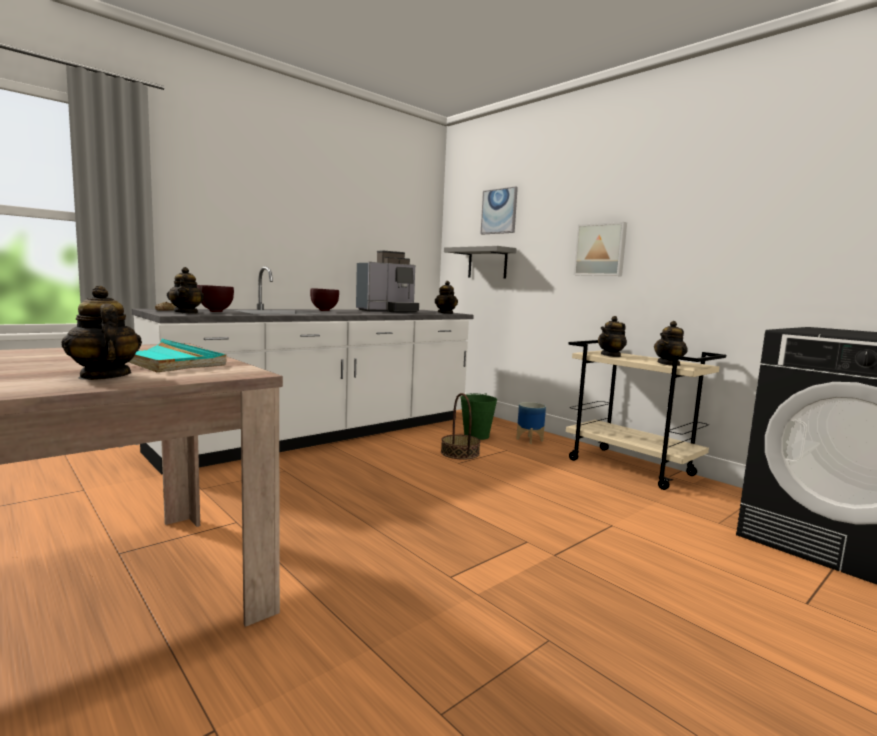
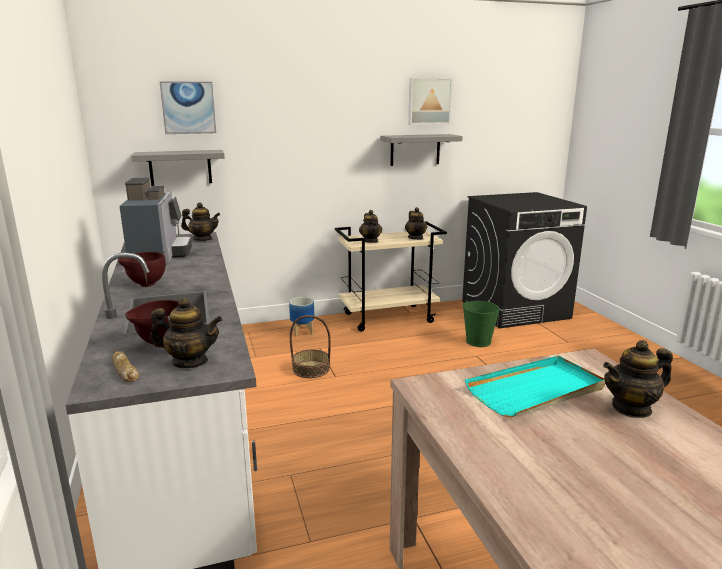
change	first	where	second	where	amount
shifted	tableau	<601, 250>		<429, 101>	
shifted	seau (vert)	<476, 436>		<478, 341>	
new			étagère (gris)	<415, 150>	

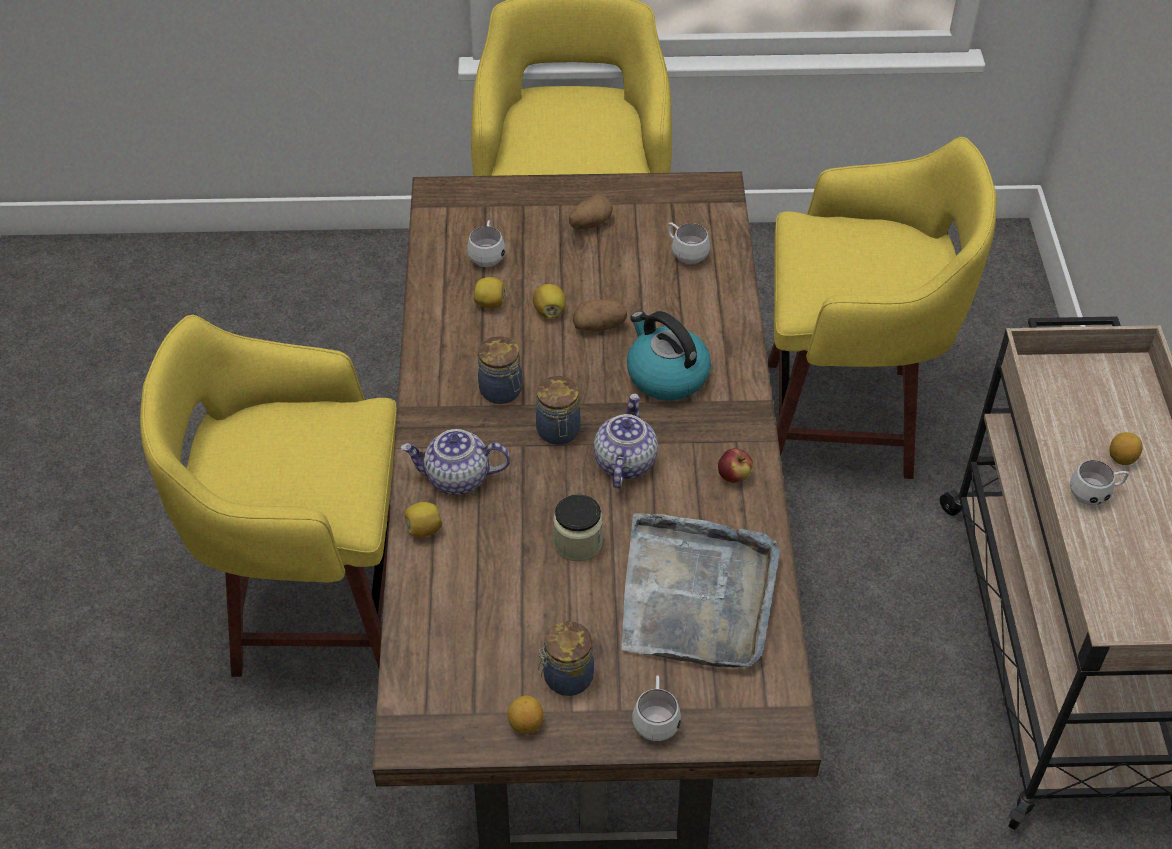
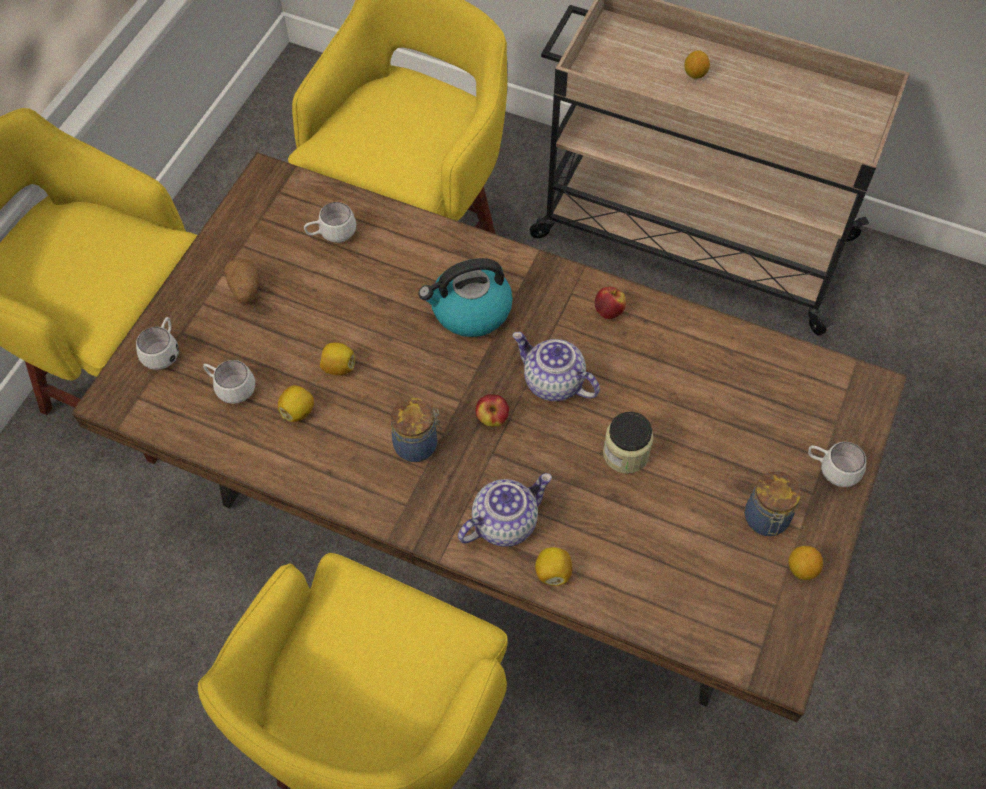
change	first	where	second	where	amount
gone	pomme de terre	<599, 326>			
swapped	bocal	<558, 432>	pomme	<492, 418>	
rotated	théière	<457, 478>		<504, 522>	150 degrees counterclockwise
shifted	mug (blanc)	<1095, 494>		<164, 352>	
gone	plateau (gris)	<697, 596>			

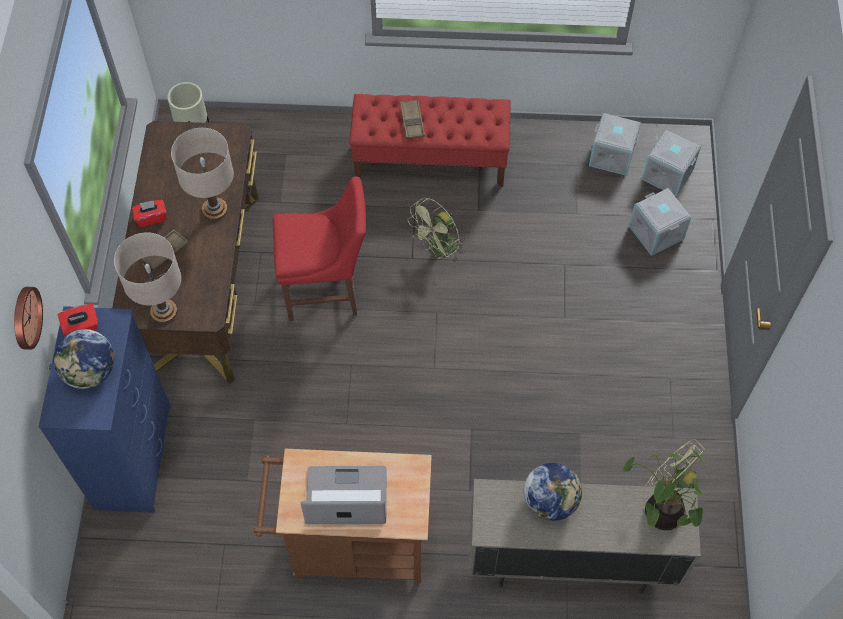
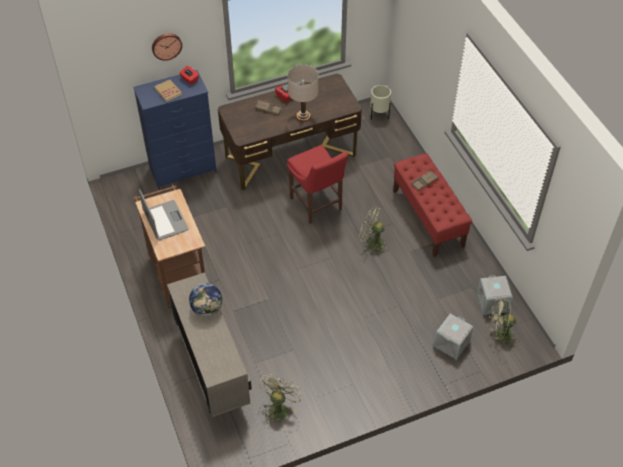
change	first	where	second	where	amount
swapped	boîte de rangement (gris)	<668, 173>	ventilateur (vert)	<499, 336>	
gone	lampe de table (beige)	<163, 312>			
swapped	globe	<91, 372>	livre	<168, 91>	
gone	plante en pot	<659, 512>			

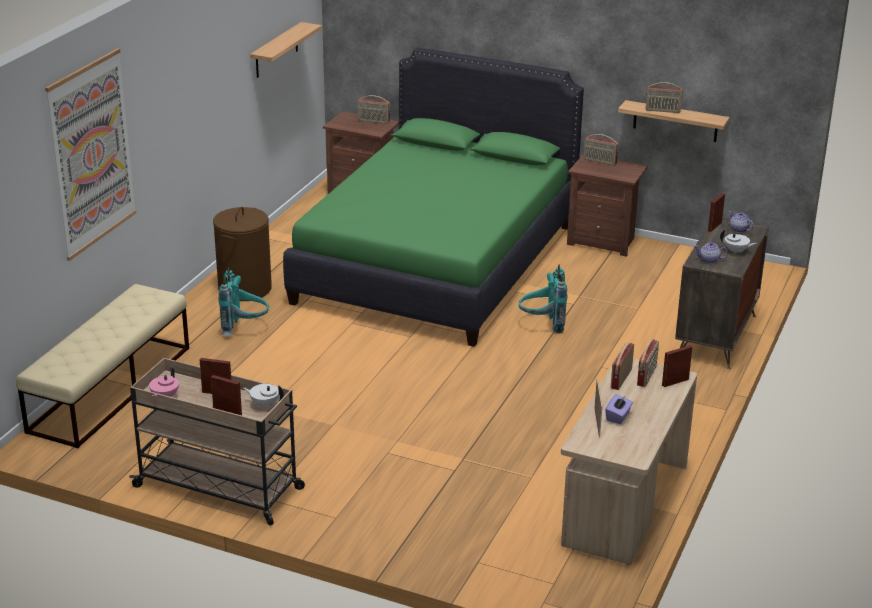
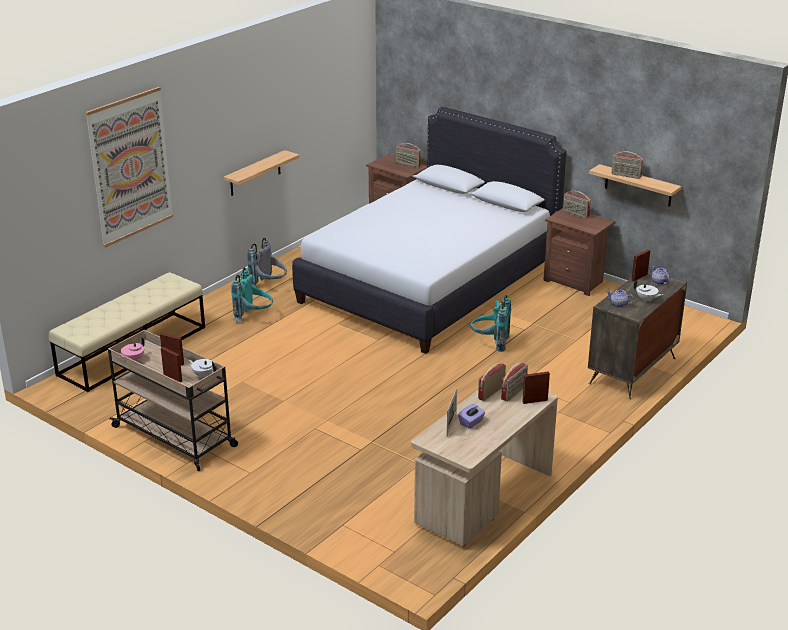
change	first	where	second	where	amount
shifted	étagère	<276, 50>		<255, 173>	
repainted	lit (vert)	<436, 263>	lit (blanc)	<428, 283>	
swapped	panier à linge (marron)	<244, 288>	sac à dos (gris)	<269, 286>	

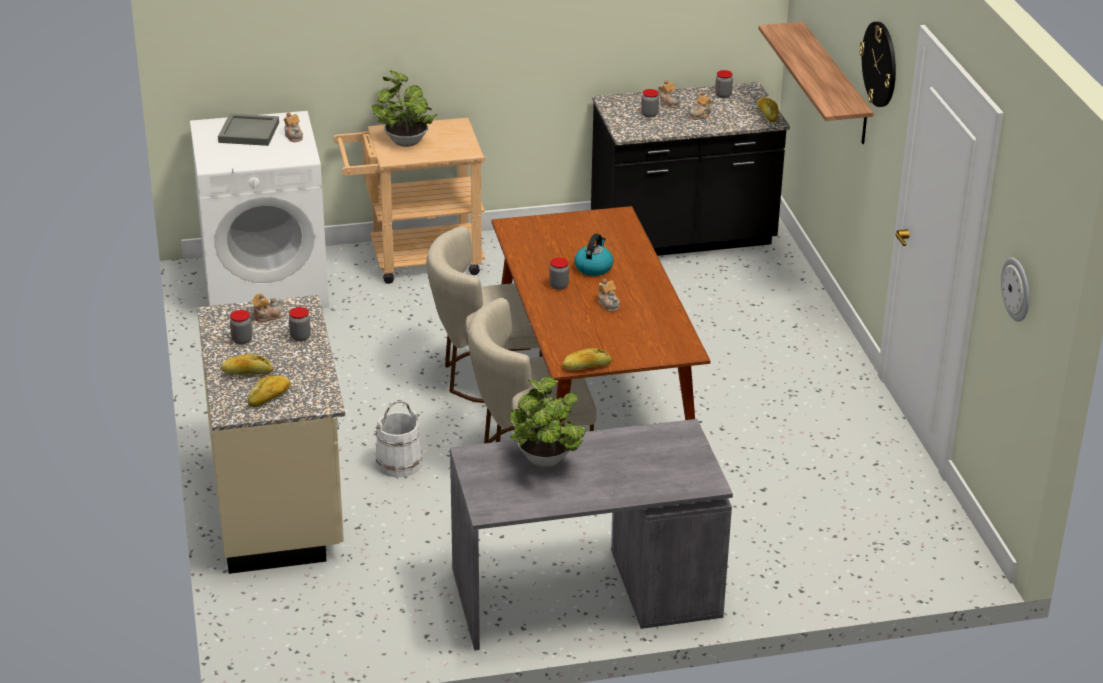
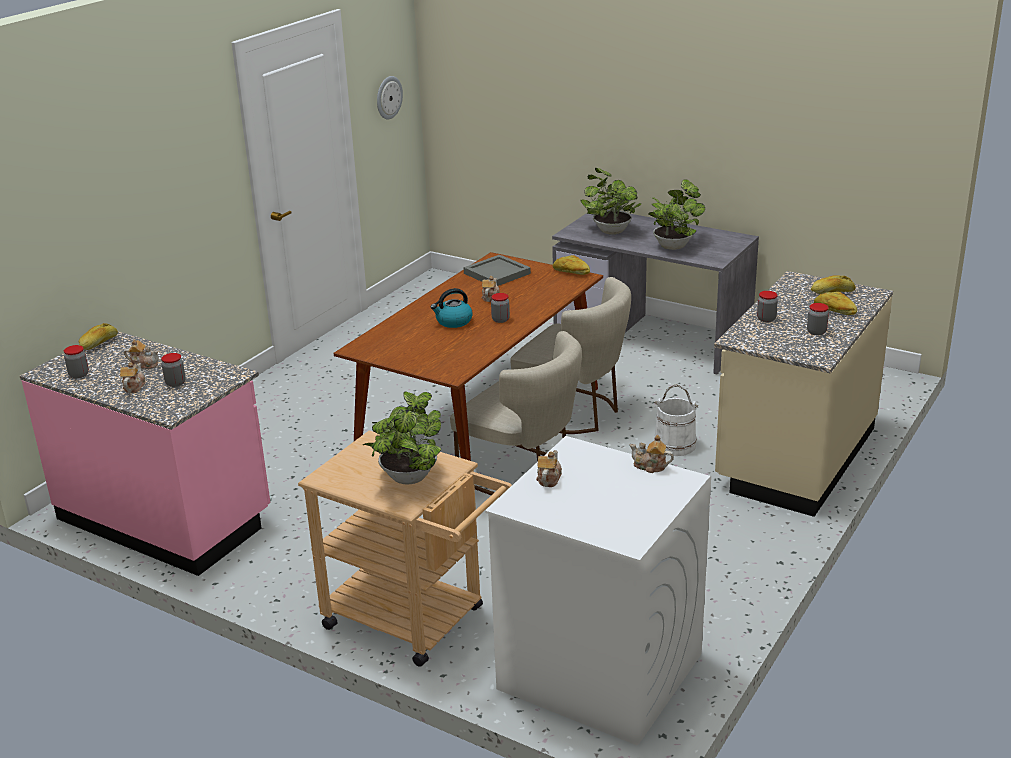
change	first	where	second	where	amount
gone	horloge murale	<880, 64>			
gone	étagère	<835, 84>			
repainted	comptoir de cuisine (noir)	<682, 238>	comptoir de cuisine (rose)	<166, 518>	
shifted	plateau (gris)	<250, 132>		<496, 273>	
shifted	théière	<266, 316>		<650, 466>	
new			plante en pot	<610, 230>	

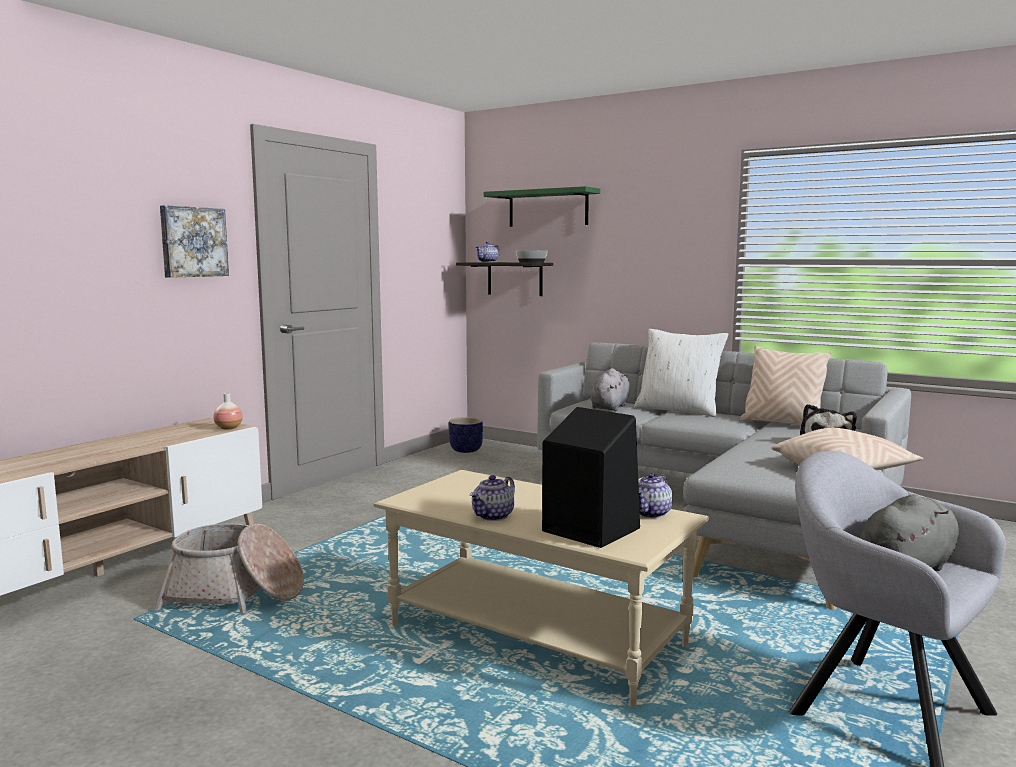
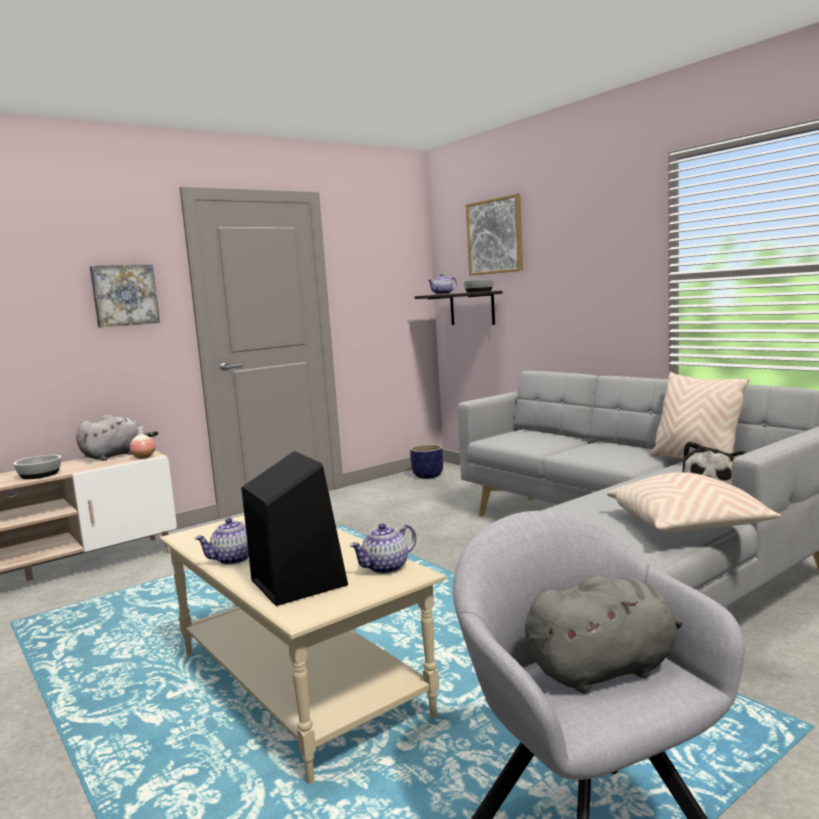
change	first	where	second	where	amount
swapped	étagère (vert)	<548, 208>	tableau	<495, 236>	
gone	coussin (blanc)	<679, 410>			
shifted	peluche (gris)	<610, 407>		<116, 455>	
gone	panier	<235, 594>			
new			bol	<39, 474>	

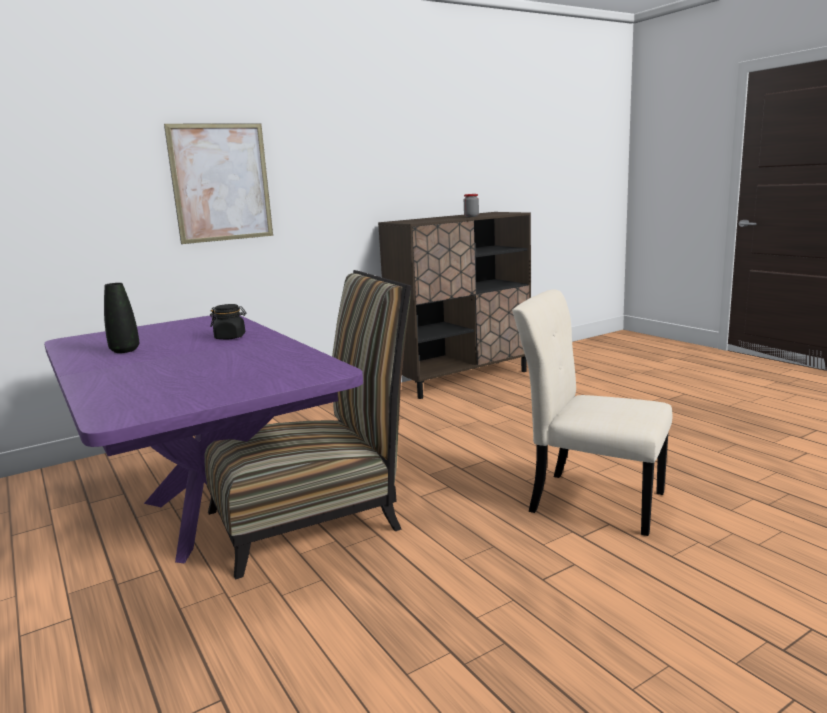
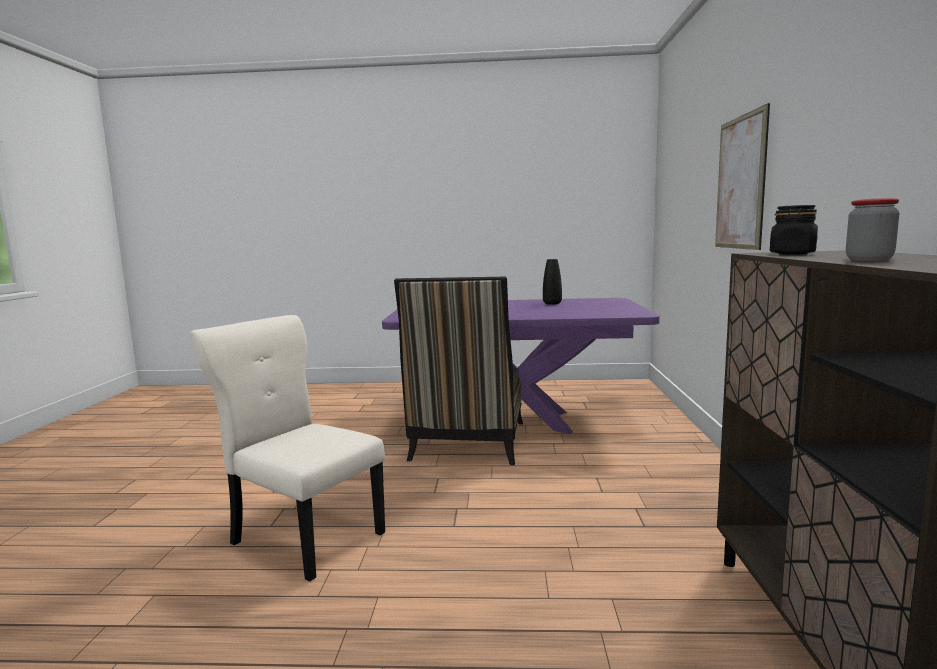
change	first	where	second	where	amount
rotated	chaise (beige)	<591, 501>		<304, 536>	120 degrees counterclockwise
shifted	bocal (noir)	<230, 337>		<792, 253>	

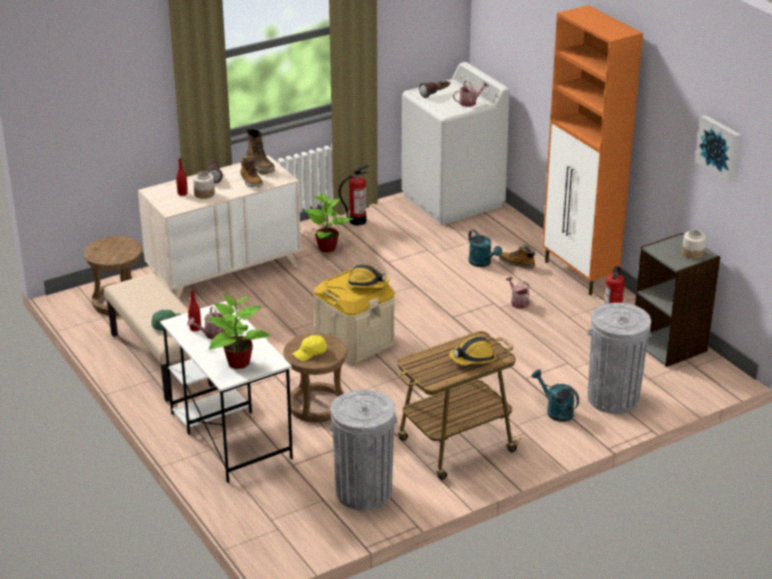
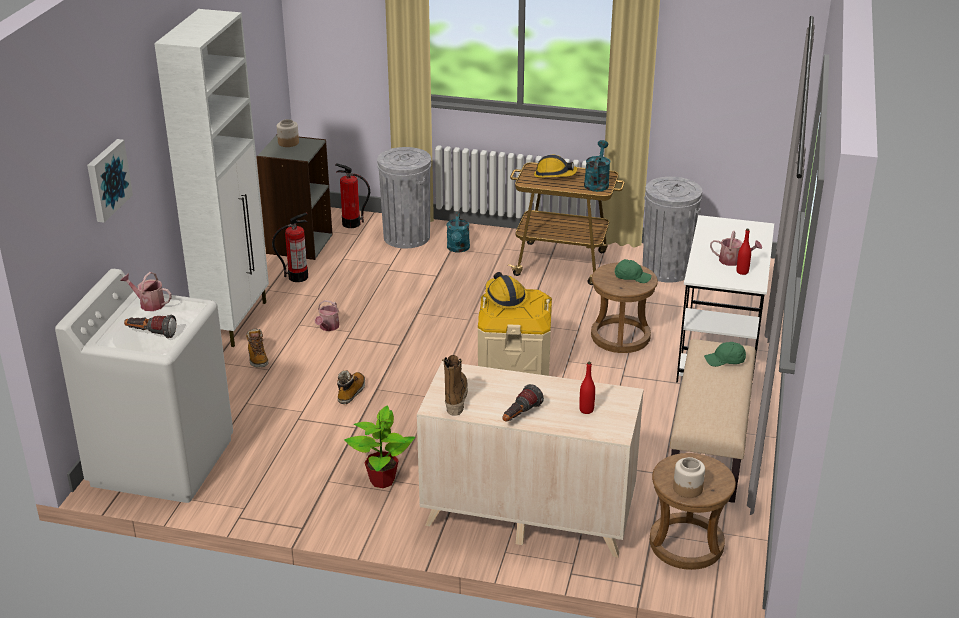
change	first	where	second	where	amount
repainted	meuble de rangement (orange)	<580, 274>	meuble de rangement (blanc)	<234, 321>	
shifted	tableau	<720, 147>		<107, 180>	
shifted	botte	<251, 181>		<351, 392>	
shifted	extincteur	<357, 221>		<351, 224>	
shifted	bocal	<204, 194>		<688, 488>	
shifted	arrosoir (turquoise)	<482, 263>		<597, 183>	
gone	plante en pot	<238, 362>			
repainted	casquette (jaune)	<310, 353>	casquette (vert)	<632, 277>	

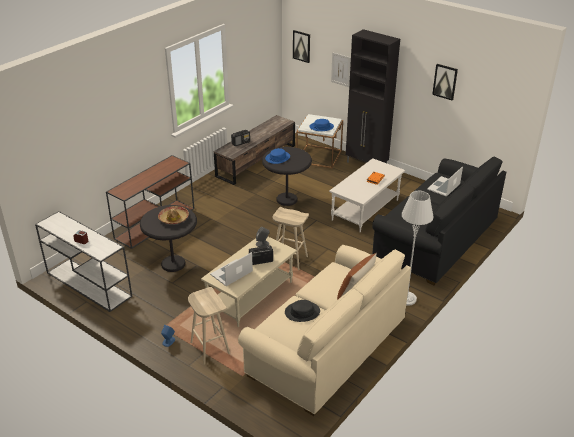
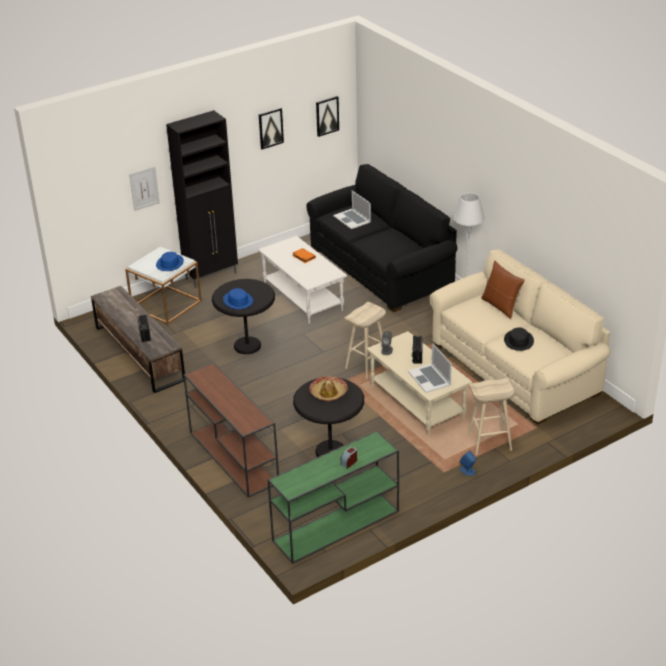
change	first	where	second	where	amount
shifted	tableau	<301, 46>		<327, 115>	
repainted	table console (blanc)	<88, 284>	table console (vert)	<335, 526>	

